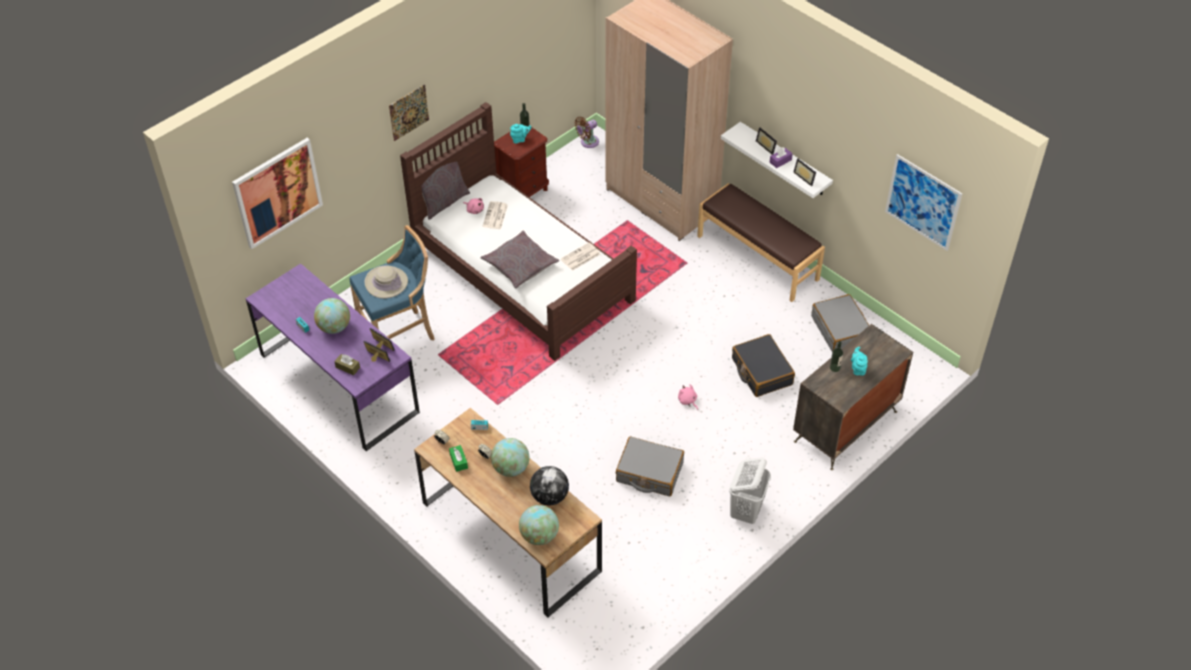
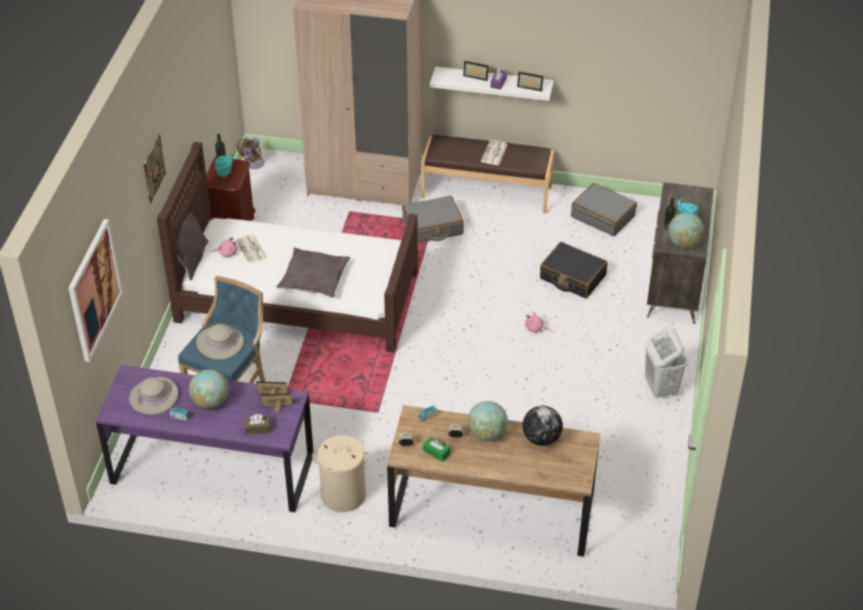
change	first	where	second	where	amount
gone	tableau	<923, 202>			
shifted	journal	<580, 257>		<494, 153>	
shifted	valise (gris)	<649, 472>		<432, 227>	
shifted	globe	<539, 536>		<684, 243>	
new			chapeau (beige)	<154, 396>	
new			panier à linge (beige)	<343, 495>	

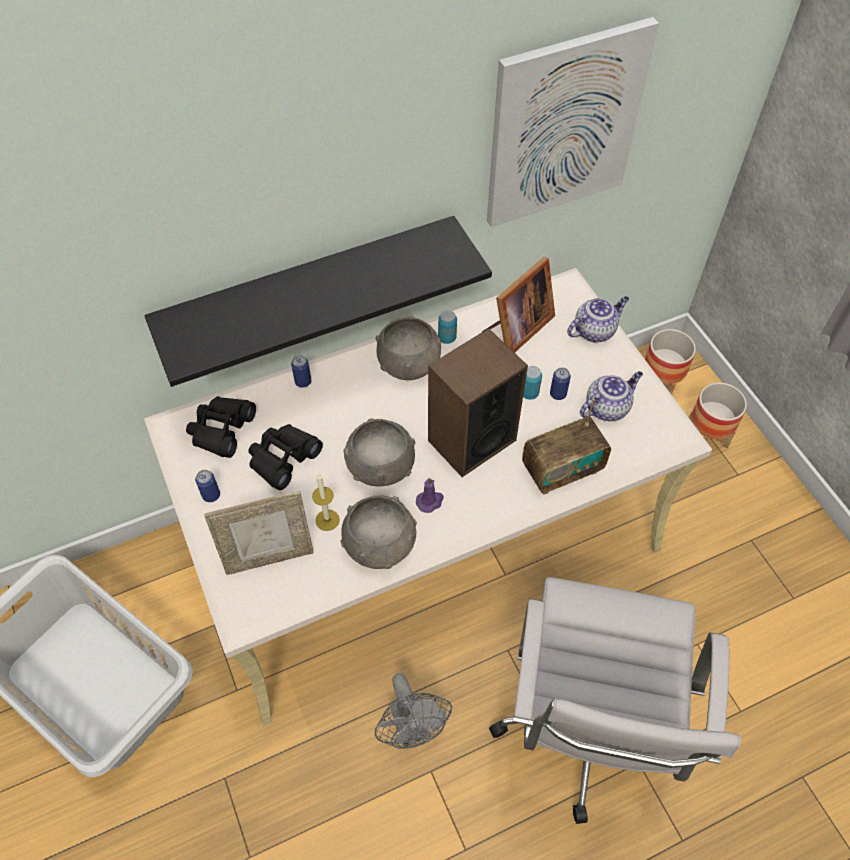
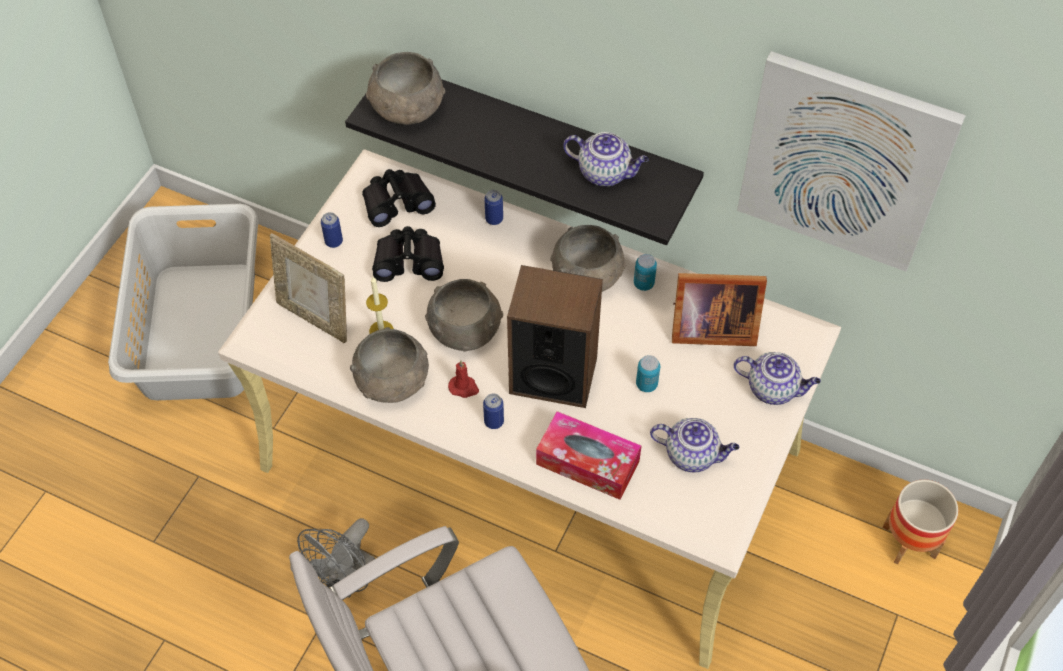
change	first	where	second	where	amount
shifted	boîte métallique	<558, 394>		<494, 421>	
gone	cache-pot	<706, 436>			
swapped	radio	<561, 470>	boîte à mouchoirs	<587, 462>	
repainted	bougie (violet)	<430, 501>	bougie (rouge)	<464, 387>	
new			bol (gris)	<407, 109>	
new			théière	<605, 173>	

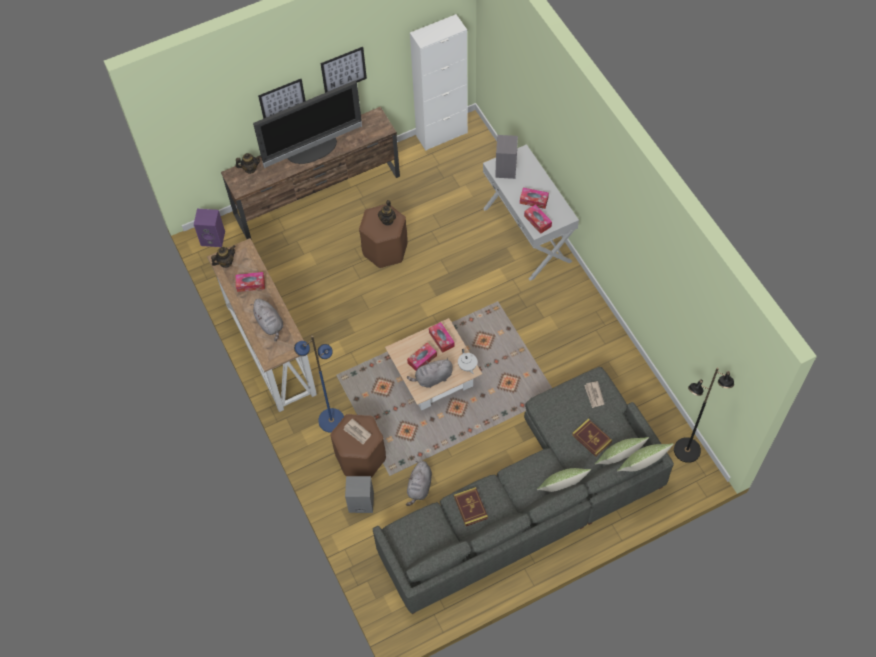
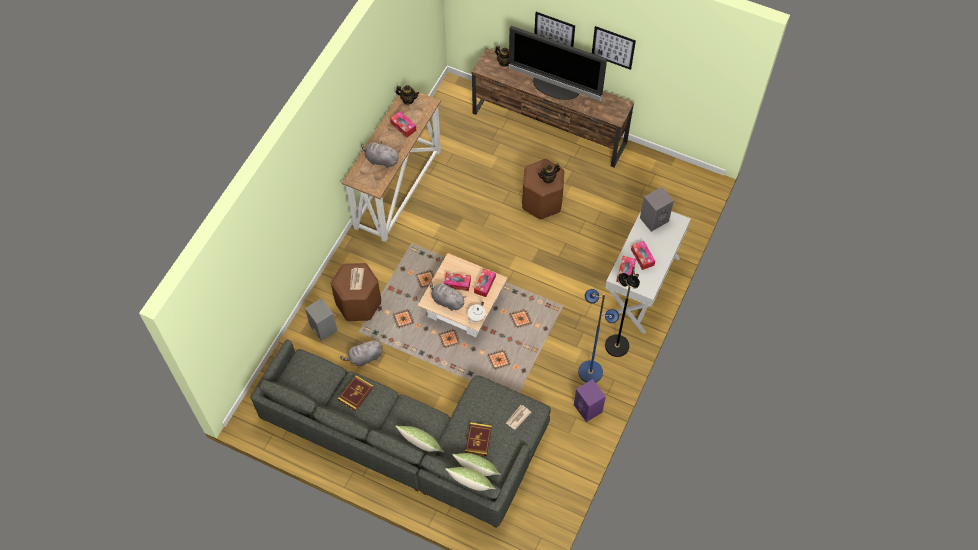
change	first	where	second	where	amount
gone	meuble de rangement (blanc)	<441, 134>			
shifted	enceinte (violet)	<213, 238>		<588, 409>	
rotated	peluche (gris)	<270, 324>		<381, 160>	90 degrees clockwise
shifted	lampadaire (bleu)	<331, 420>		<590, 371>	
shifted	lampadaire (noir)	<687, 451>		<616, 346>	

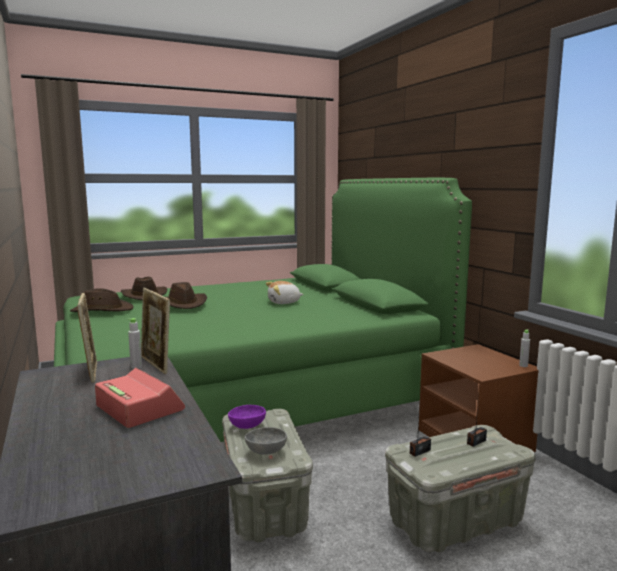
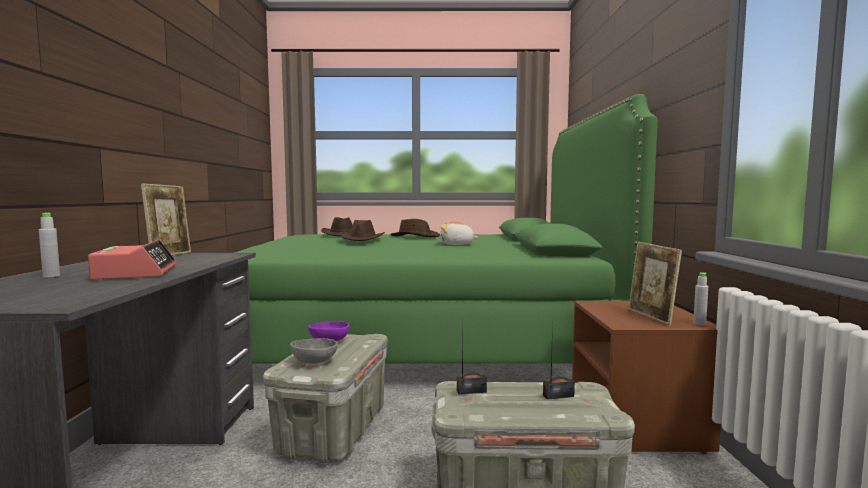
change	first	where	second	where	amount
shifted	chapeau (marron)	<102, 310>		<415, 237>	
shifted	cadre photo	<156, 365>		<651, 317>	
shifted	bouteille (gris)	<136, 367>		<51, 276>	

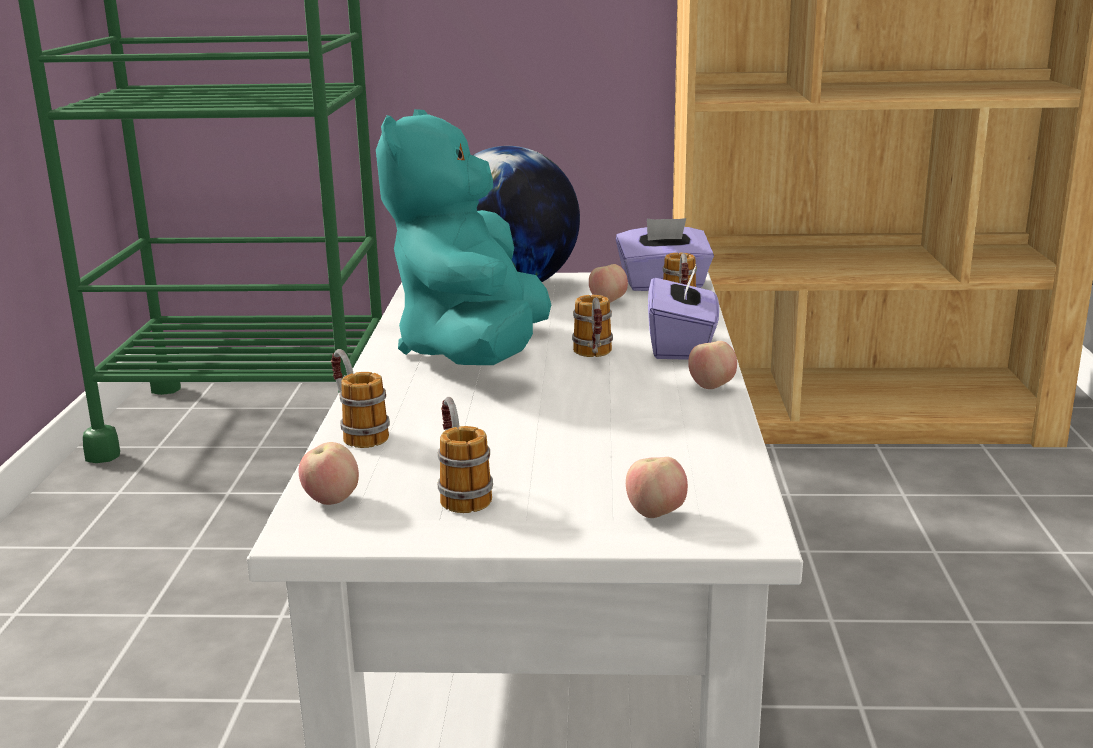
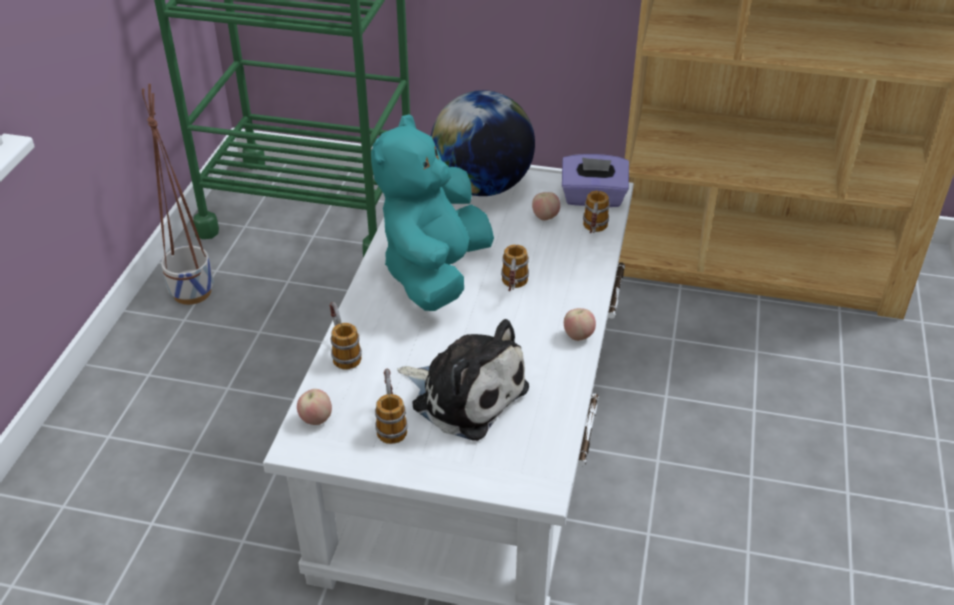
change	first	where	second	where	amount
gone	boîte à mouchoirs (violet)	<682, 346>			
gone	pomme	<656, 514>			
new			cache-pot	<191, 292>	
new			peluche	<465, 394>	

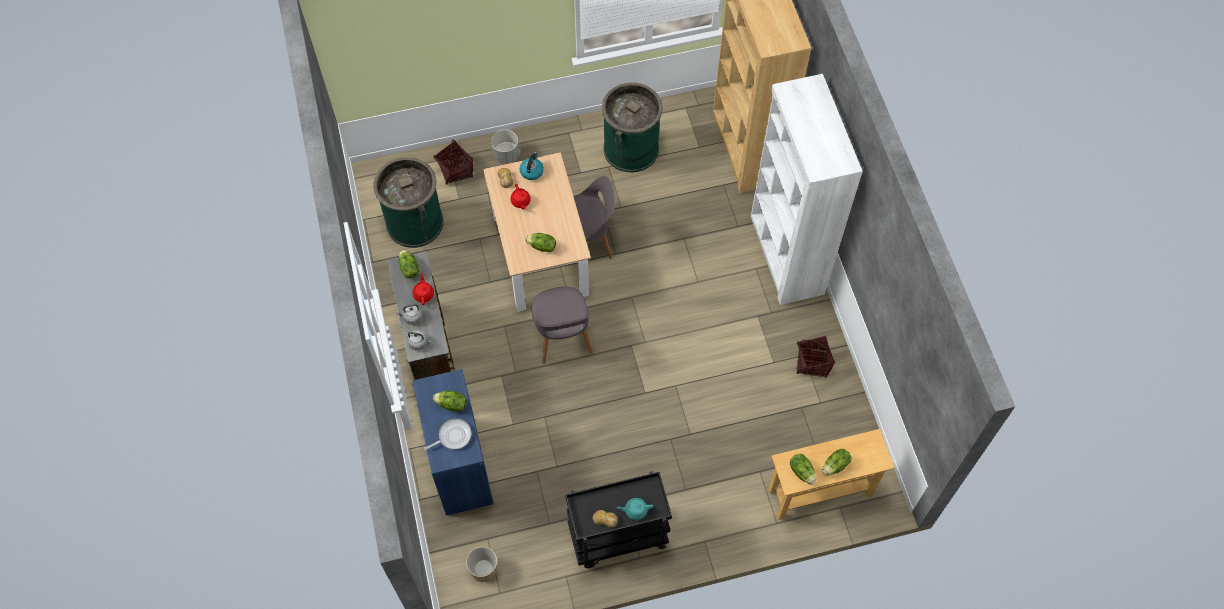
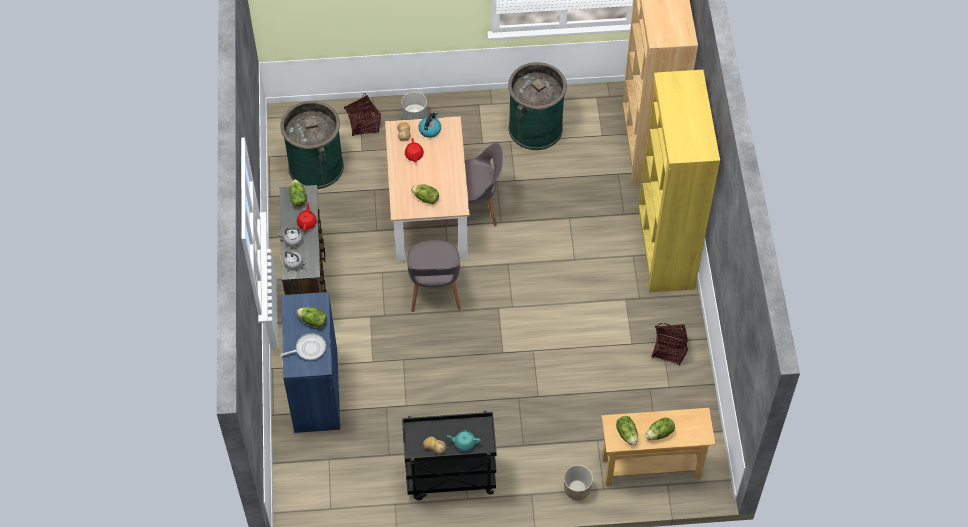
change	first	where	second	where	amount
repainted	bibliothèque (blanc)	<786, 255>	bibliothèque (jaune)	<665, 248>	
shifted	cache-pot	<484, 569>		<577, 489>	

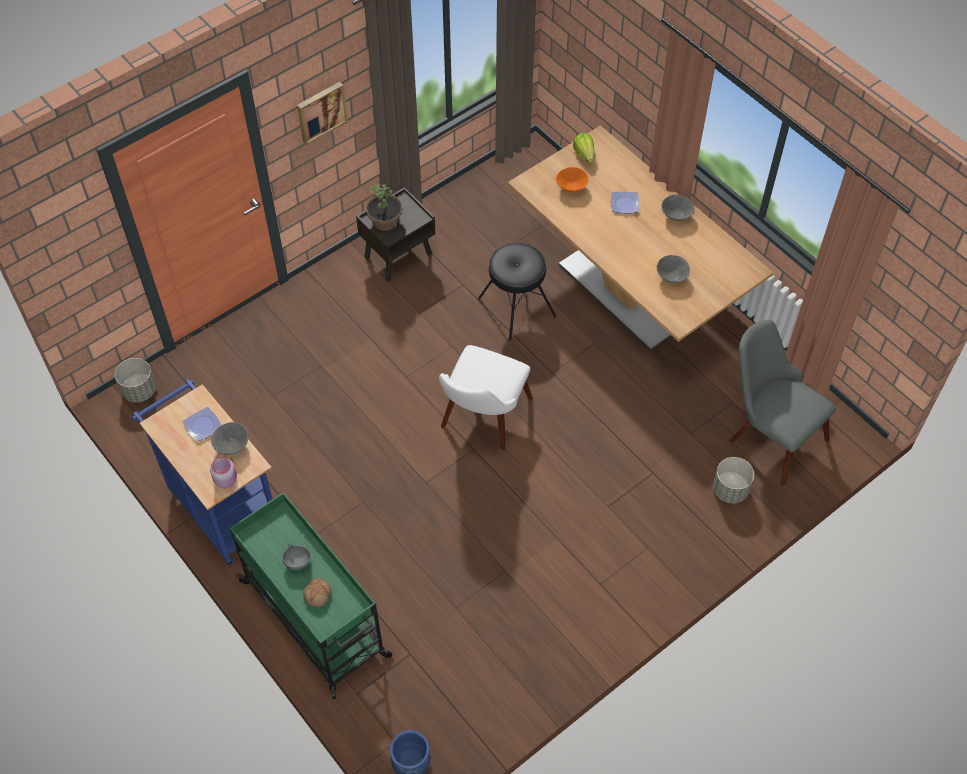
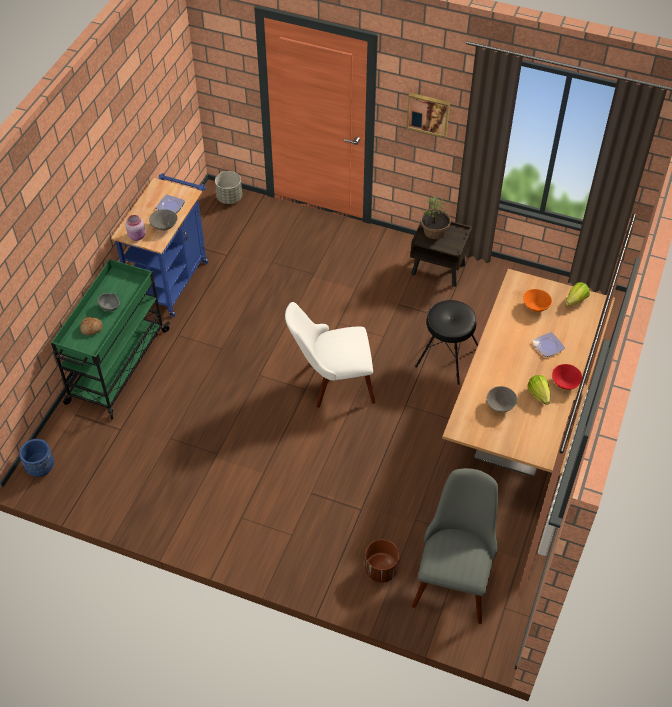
change	first	where	second	where	amount
repainted	bol (gris)	<676, 216>	bol (rouge)	<565, 384>	
repainted	cache-pot (gris)	<730, 490>	cache-pot (marron)	<381, 570>	
new			laitue	<539, 394>	

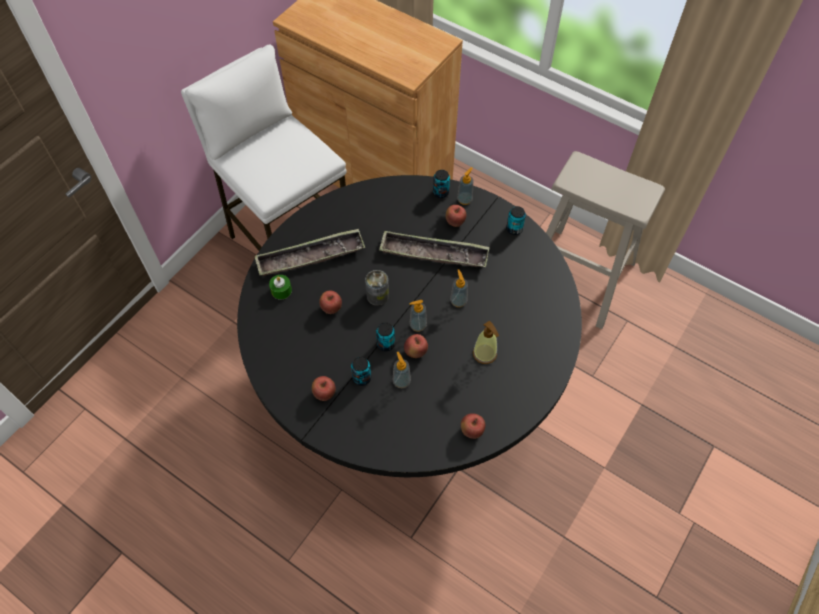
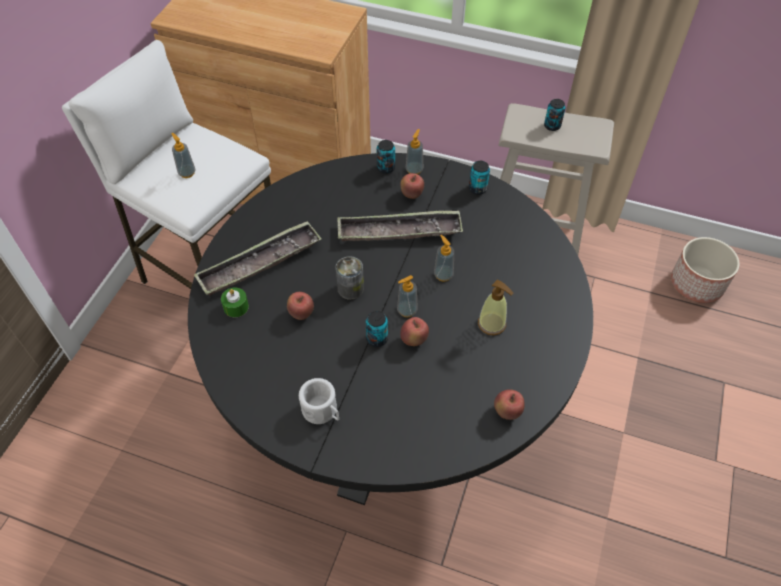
change	first	where	second	where	amount
shifted	distributeur de savon	<401, 381>		<187, 173>	
shifted	boîte métallique	<361, 378>		<552, 126>	
swapped	pomme	<324, 394>	mug (blanc)	<322, 411>	
new			cache-pot	<696, 283>	

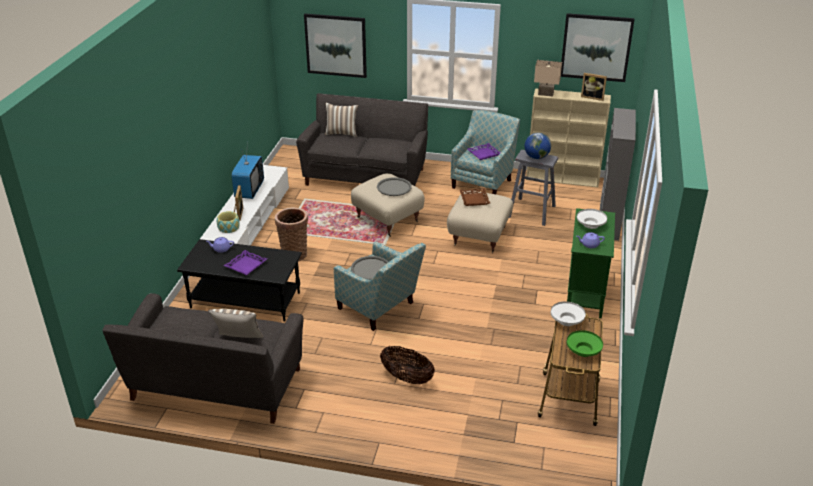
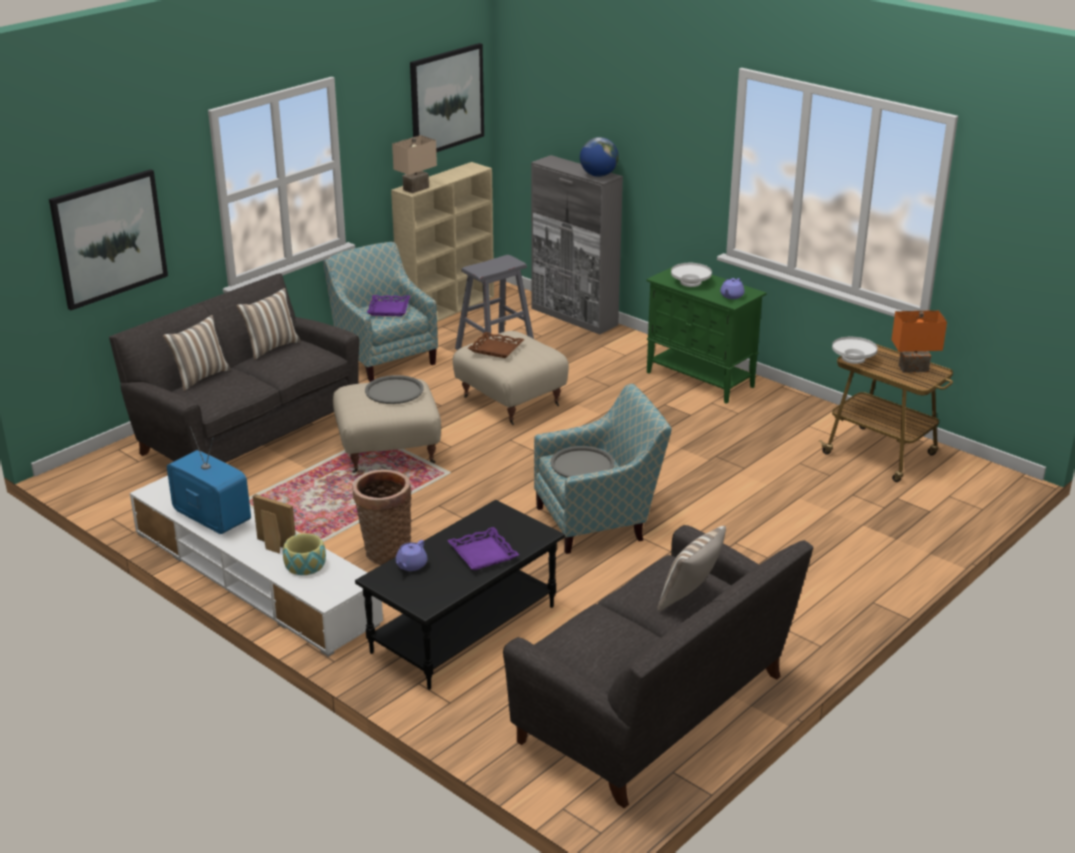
change	first	where	second	where	amount
gone	cadre photo	<592, 97>			
shifted	globe	<536, 157>		<598, 175>	
swapped	bol (vert)	<583, 350>	lampe de table (orange)	<913, 368>	
gone	panier	<407, 378>			
new			coussin	<271, 347>	

